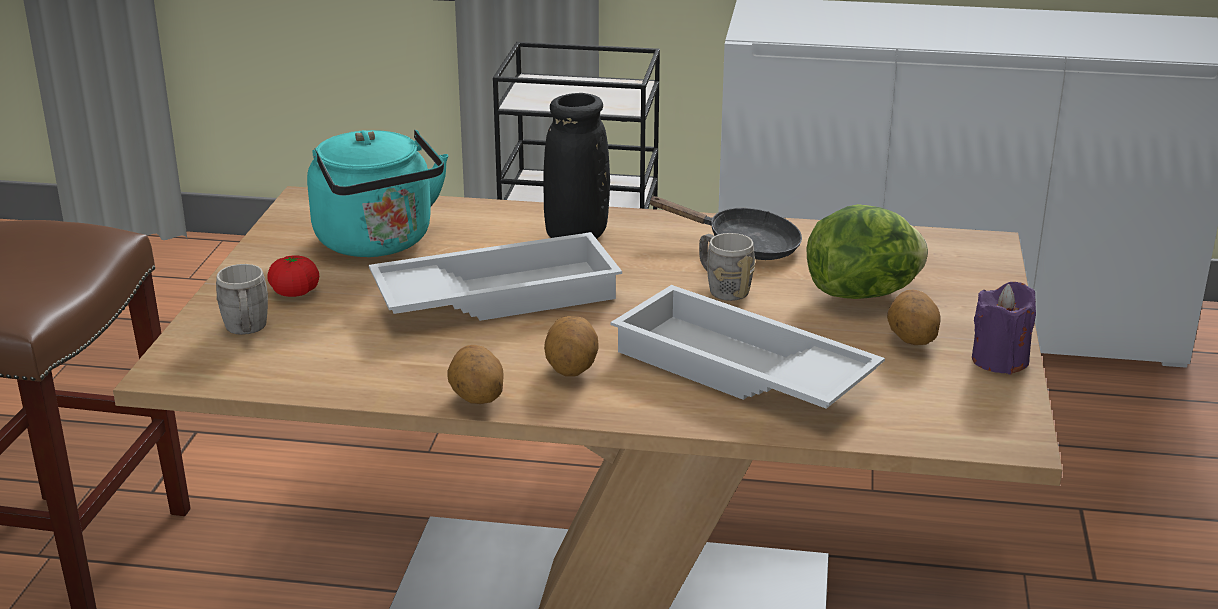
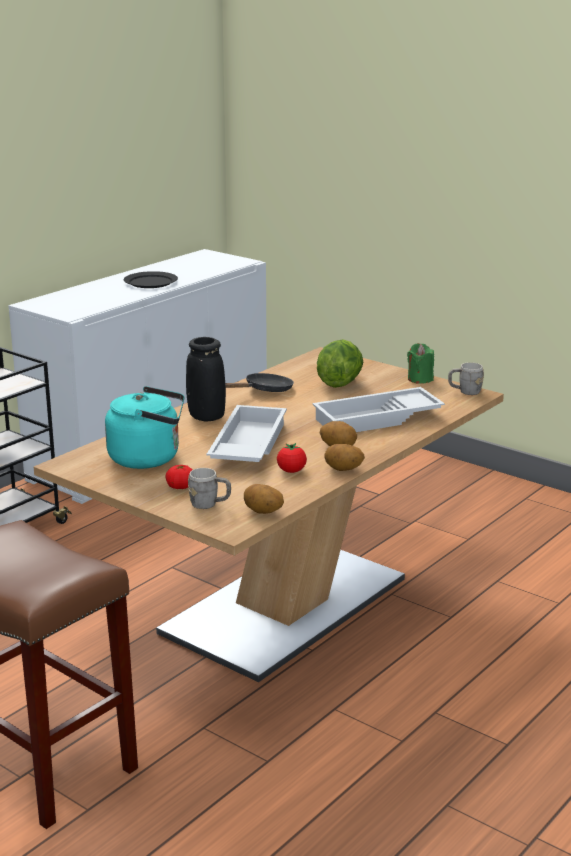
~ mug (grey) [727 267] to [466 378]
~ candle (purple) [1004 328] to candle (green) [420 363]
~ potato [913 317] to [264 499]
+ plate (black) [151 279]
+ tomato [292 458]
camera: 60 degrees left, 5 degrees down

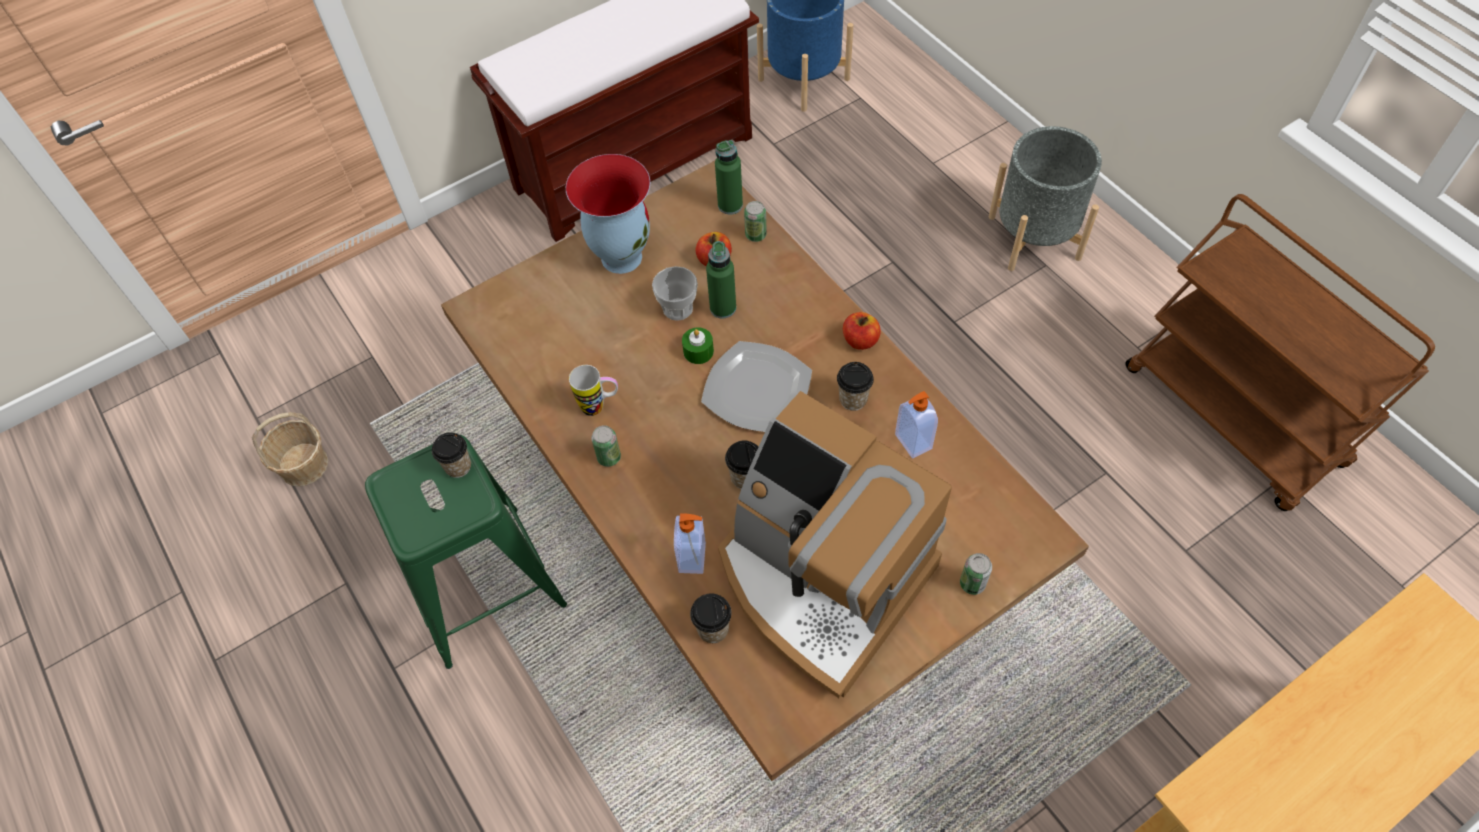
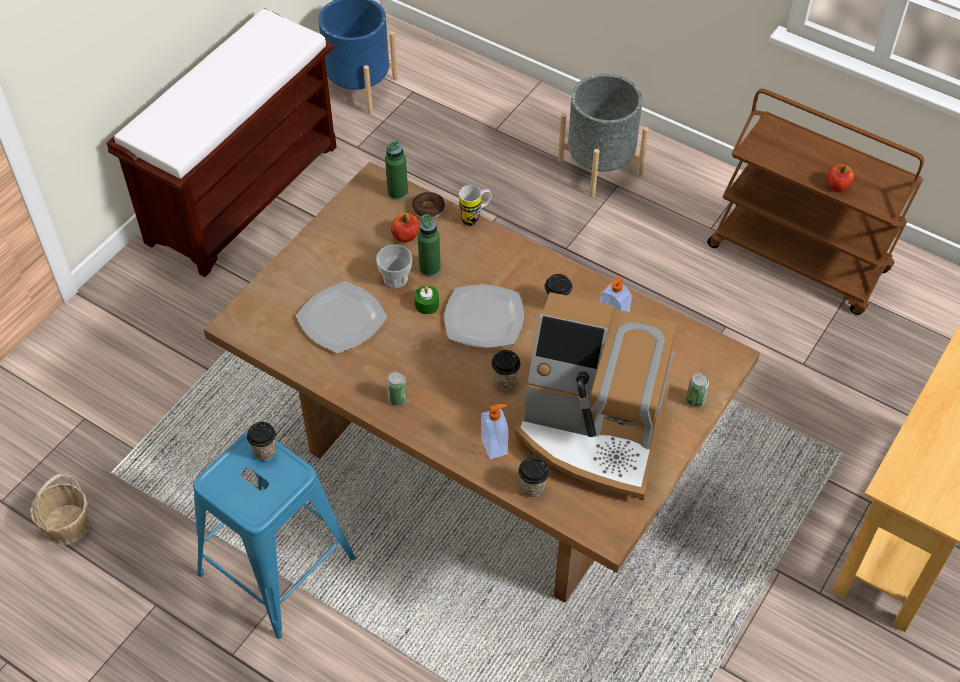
- vase [608 214]
~ can [755 221] to donut [428 205]
~ apple [861 331] to [840 178]
~ mug [593 390] to [475 205]
~ stool (green) [466 552] to stool (blue) [274 535]
+ plate [341 317]
camera: 25 degrees left, 5 degrees down

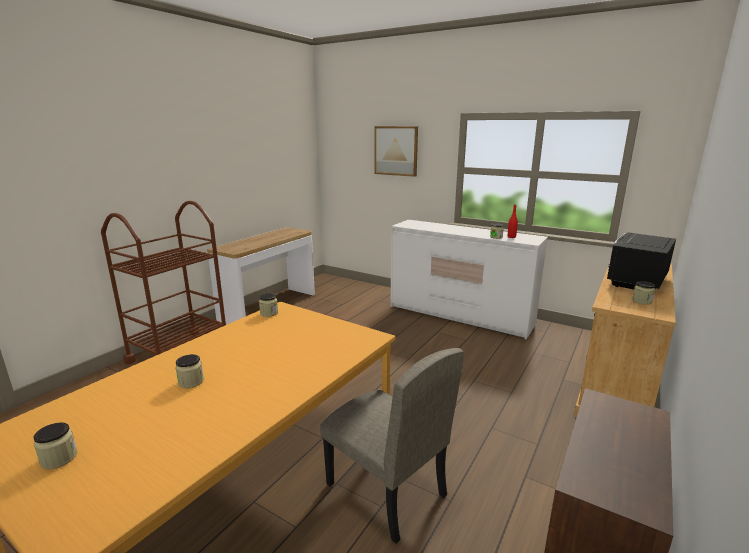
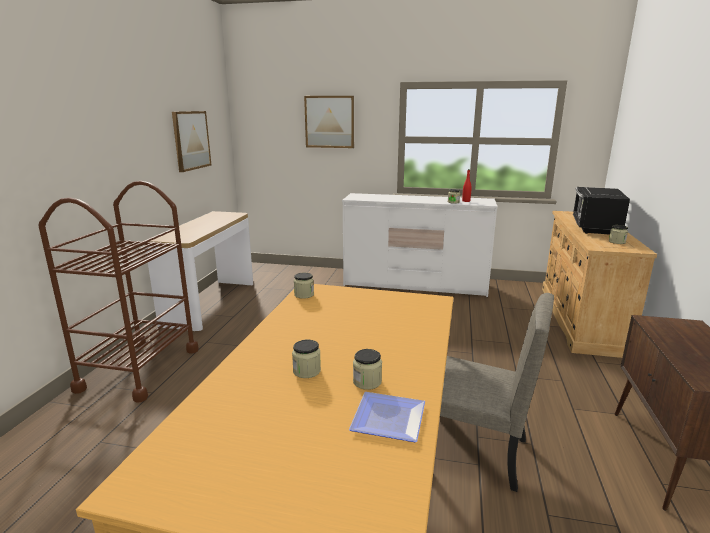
~ jar [55 445] to [367 369]
+ picture [191 141]
+ plate [387 417]
camera: 20 degrees left, 0 degrees up

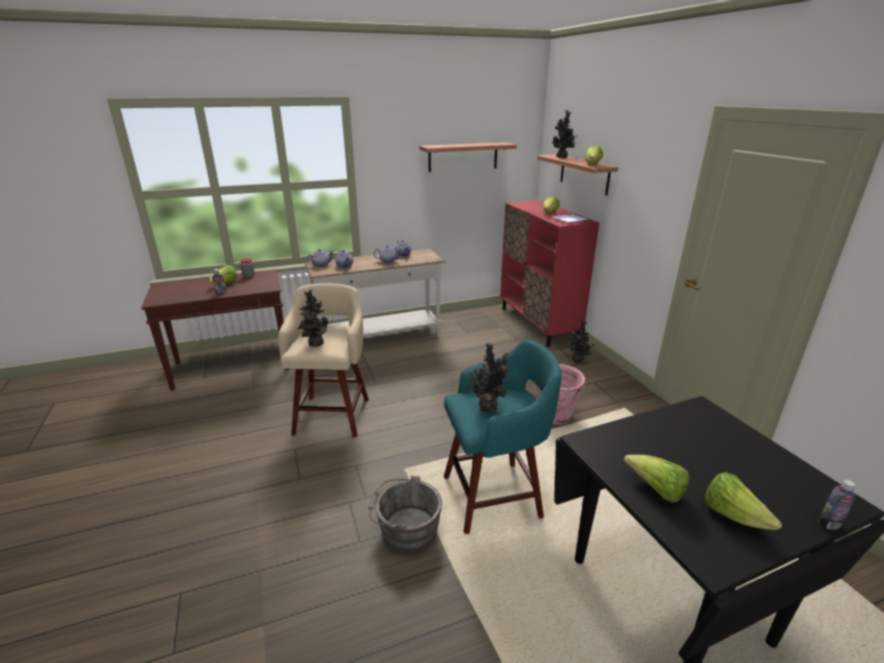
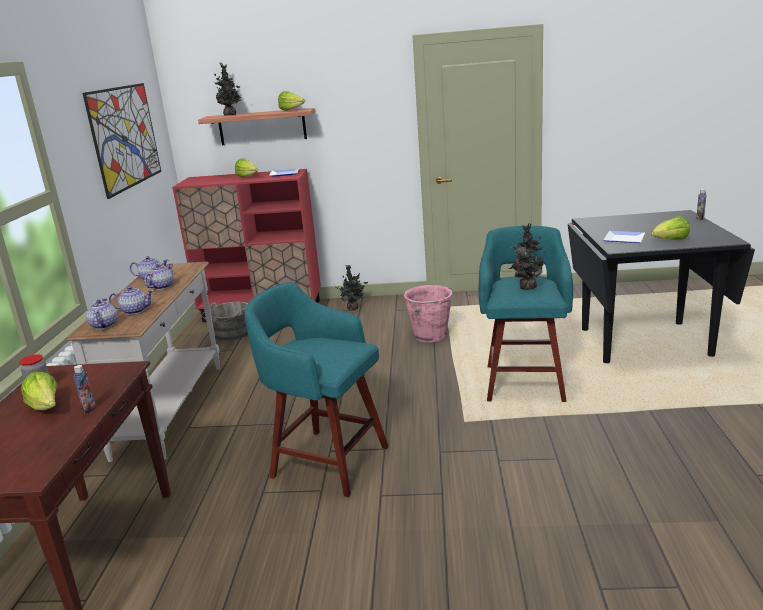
~ shelf [468 157] to picture [121 141]
~ stool (beige) [323 360] to stool (turquoise) [317 389]
- potted plant [312 318]
- lettuce [743 501]
~ bucket (grey) [405 514] to [224 321]
+ plate [624 237]
camera: 65 degrees left, 5 degrees down

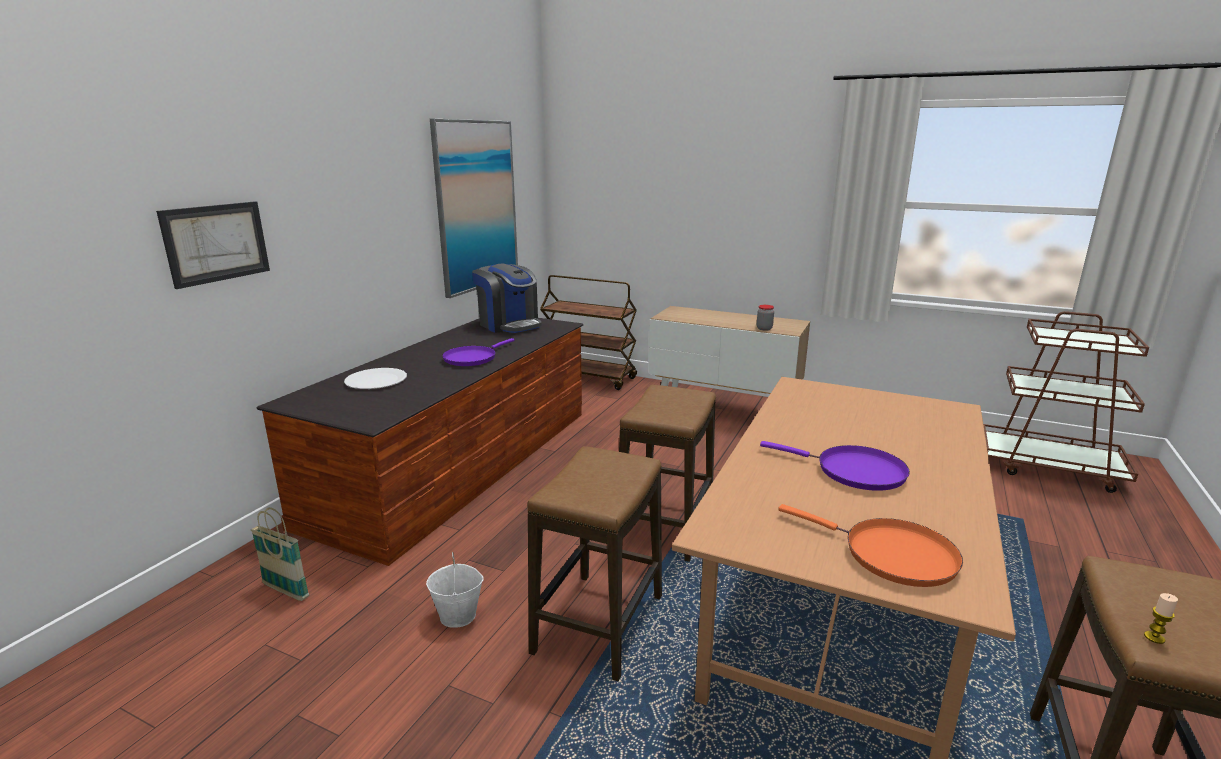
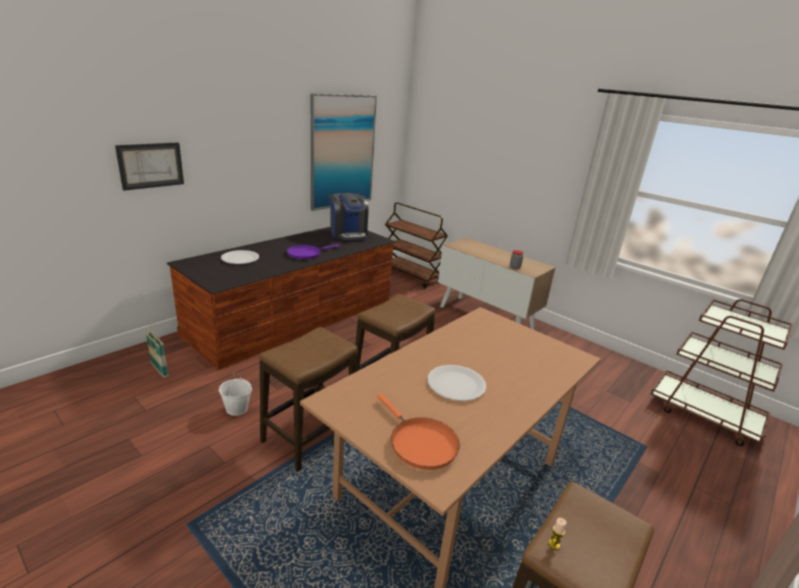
~ frying pan (purple) [835 466] to plate (white) [457 383]
camera: 15 degrees right, 5 degrees up

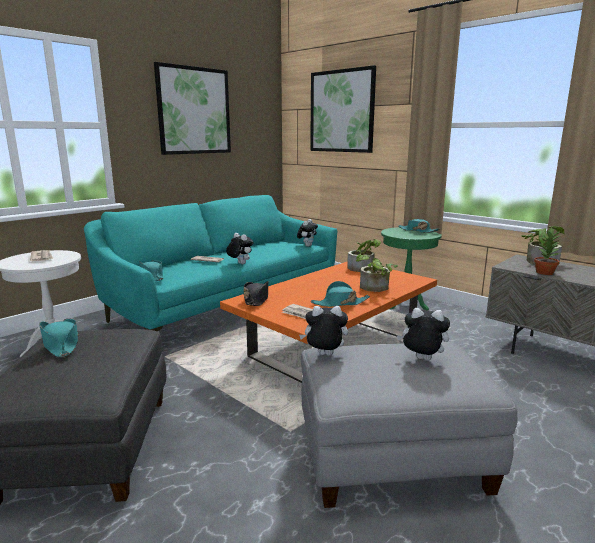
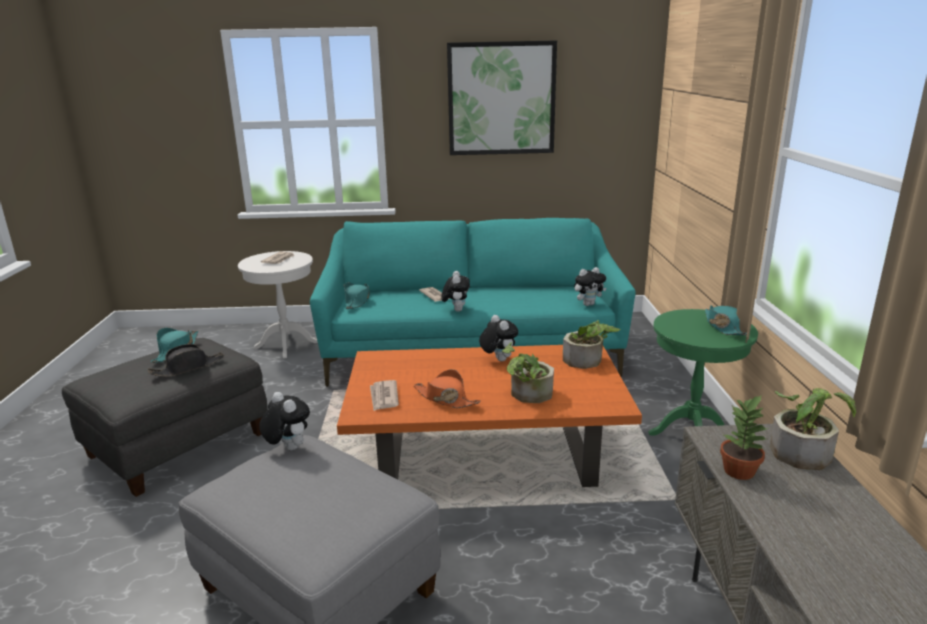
- picture [343 109]
~ hat (black) [256 293] to [185 360]
~ hat (turquoise) [340 294] to hat (orange) [447 388]
~ plush toy [423 334] to [498 338]
camera: 45 degrees right, 5 degrees up

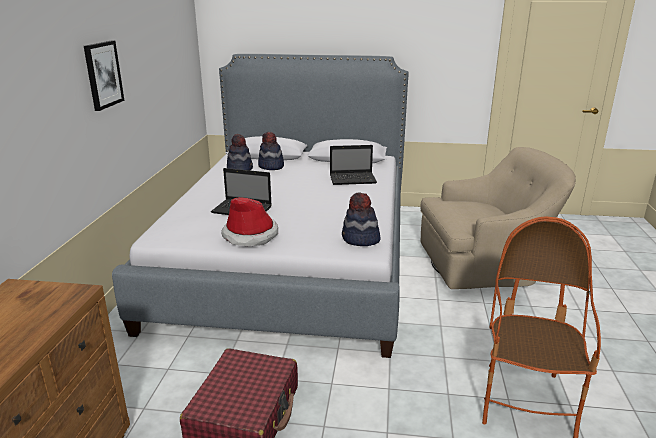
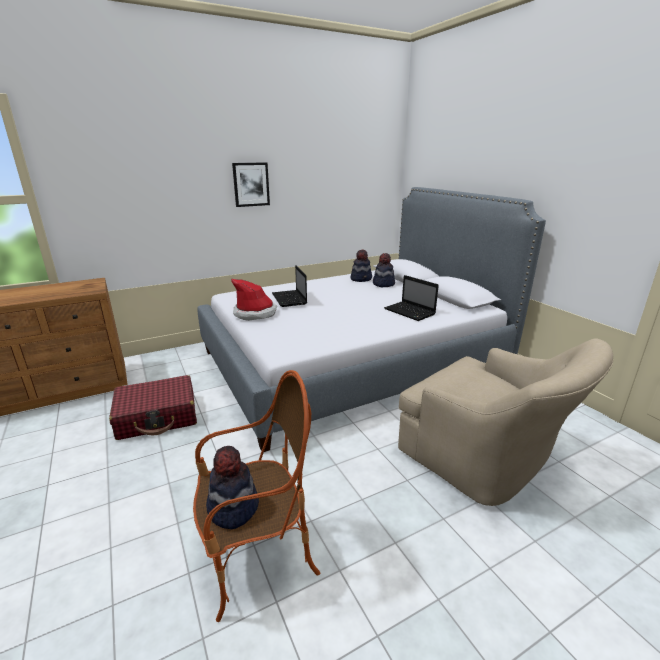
~ hat [361 219] to [232 487]
camera: 55 degrees right, 0 degrees up

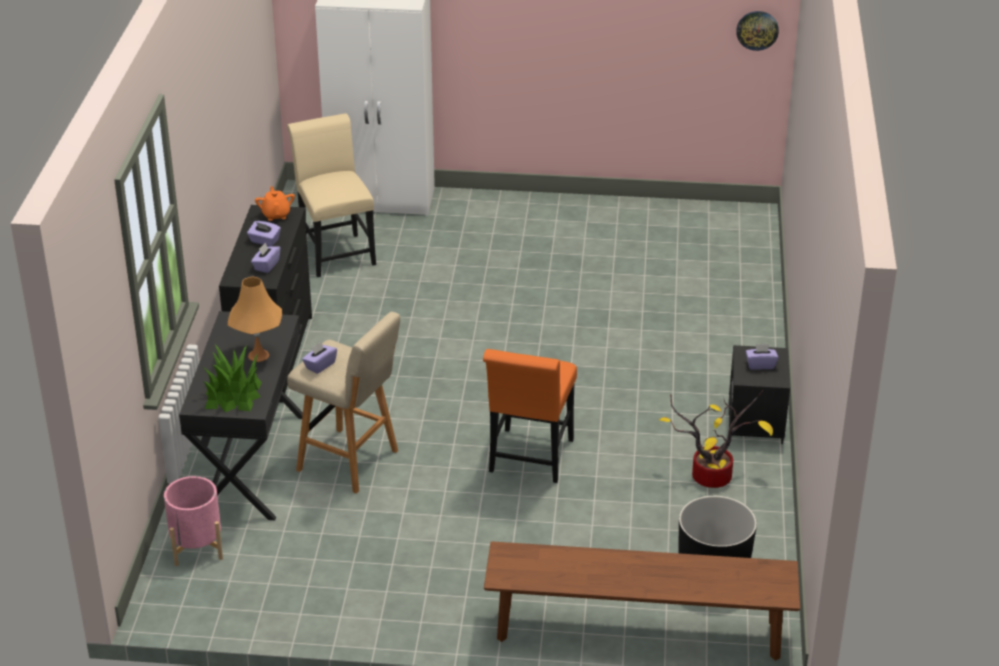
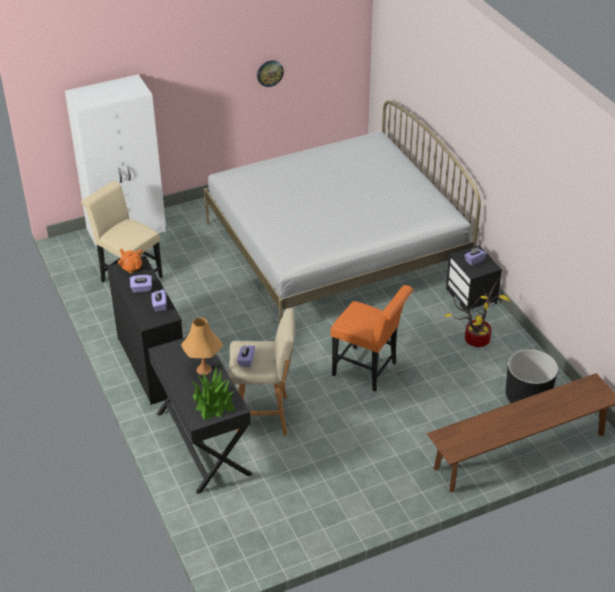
~ wall clock [757 31] to [270 73]
~ chair (orange) [530 416] = [371 338] 45 degrees counterclockwise
- planter (pink) [193 521]
+ bed (white) [342 212]
camera: 30 degrees left, 5 degrees up

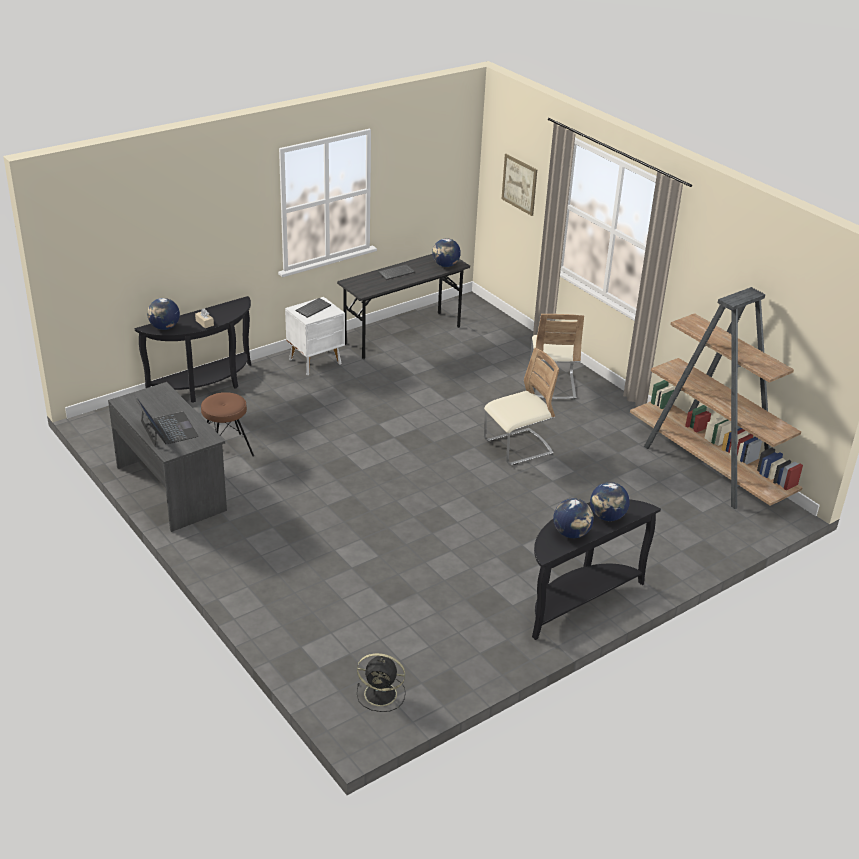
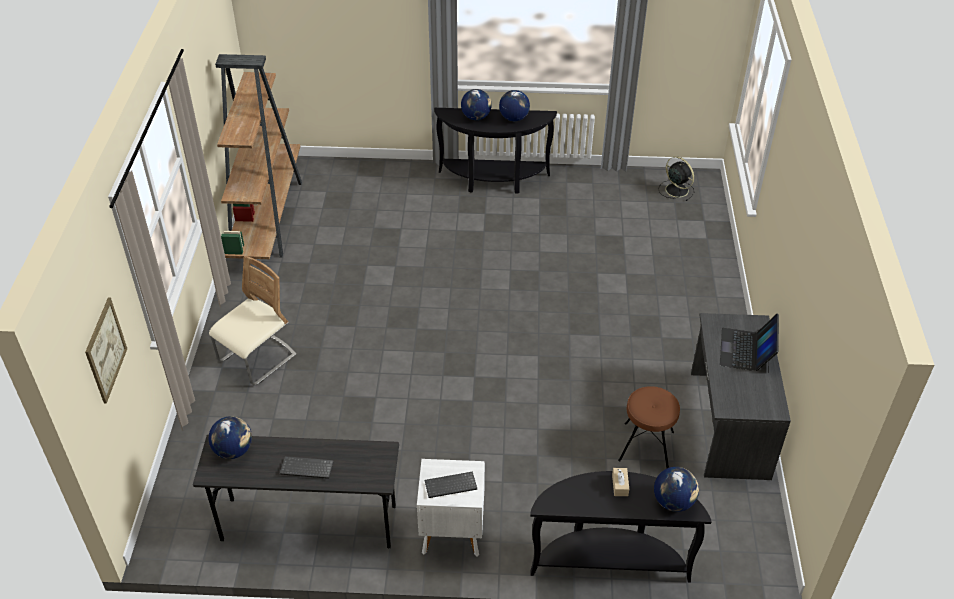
- chair (beige) [521 406]
camera: 140 degrees left, 10 degrees up

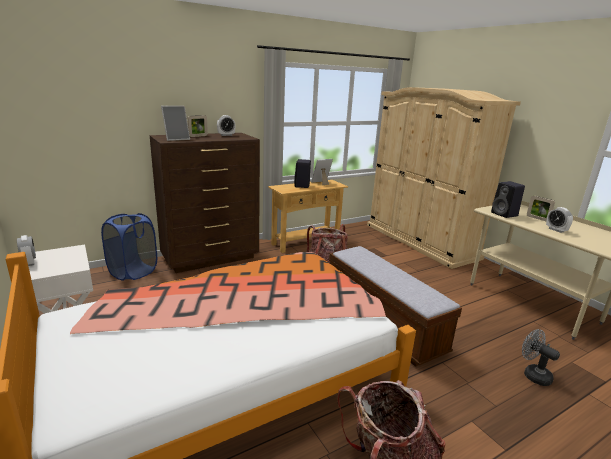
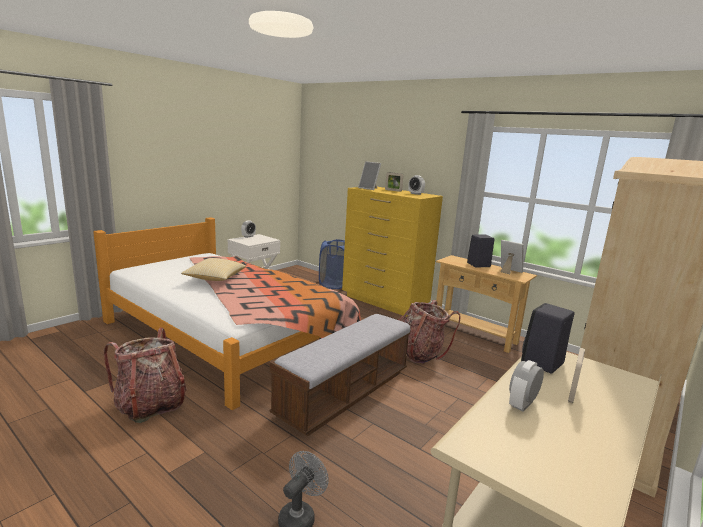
~ dresser (brown) [205 203] to dresser (yellow) [392 252]
+ pillow [213 269]
camera: 70 degrees right, 5 degrees down

